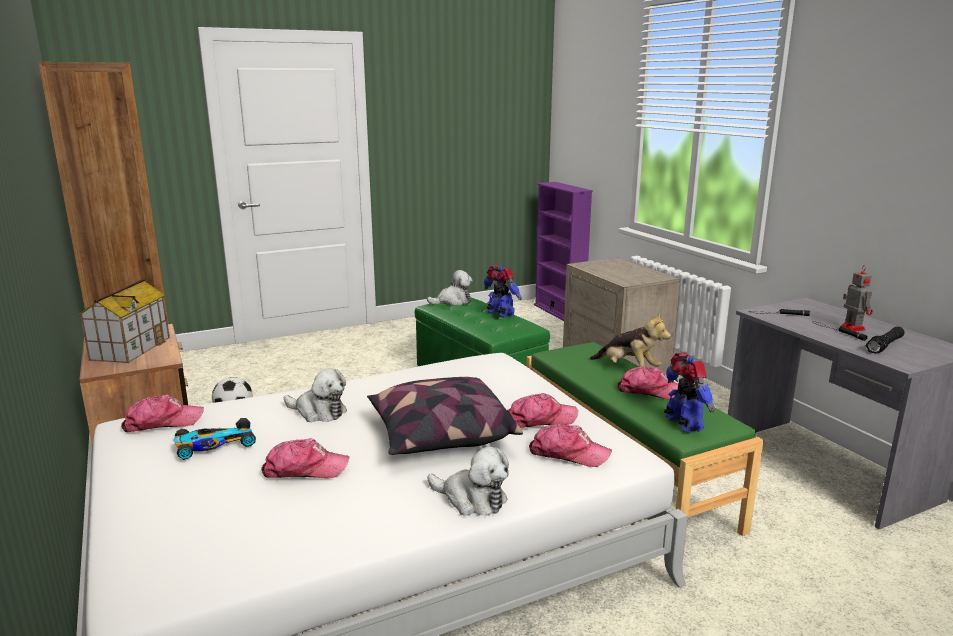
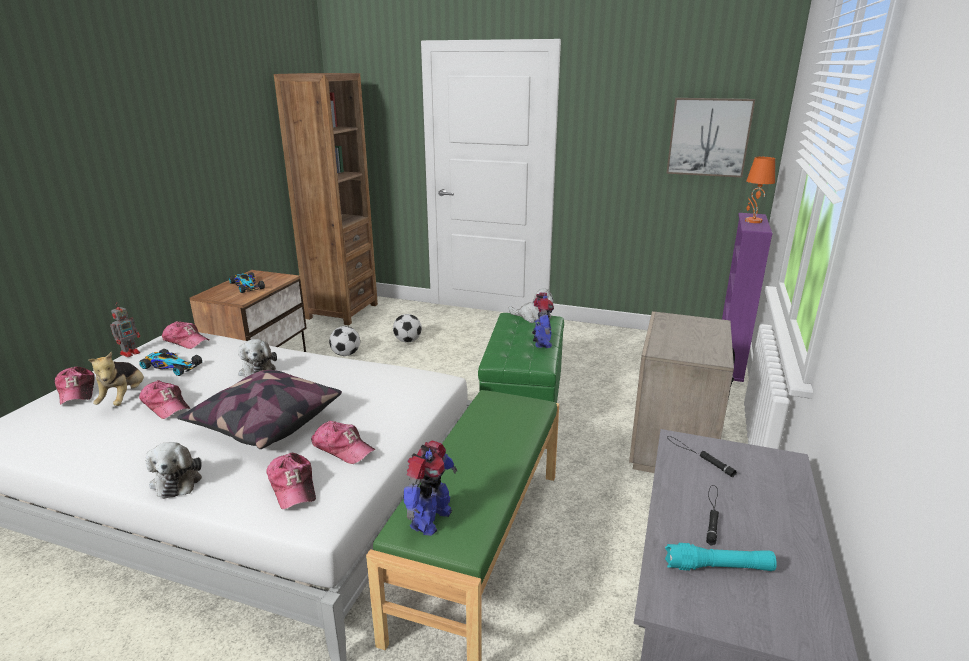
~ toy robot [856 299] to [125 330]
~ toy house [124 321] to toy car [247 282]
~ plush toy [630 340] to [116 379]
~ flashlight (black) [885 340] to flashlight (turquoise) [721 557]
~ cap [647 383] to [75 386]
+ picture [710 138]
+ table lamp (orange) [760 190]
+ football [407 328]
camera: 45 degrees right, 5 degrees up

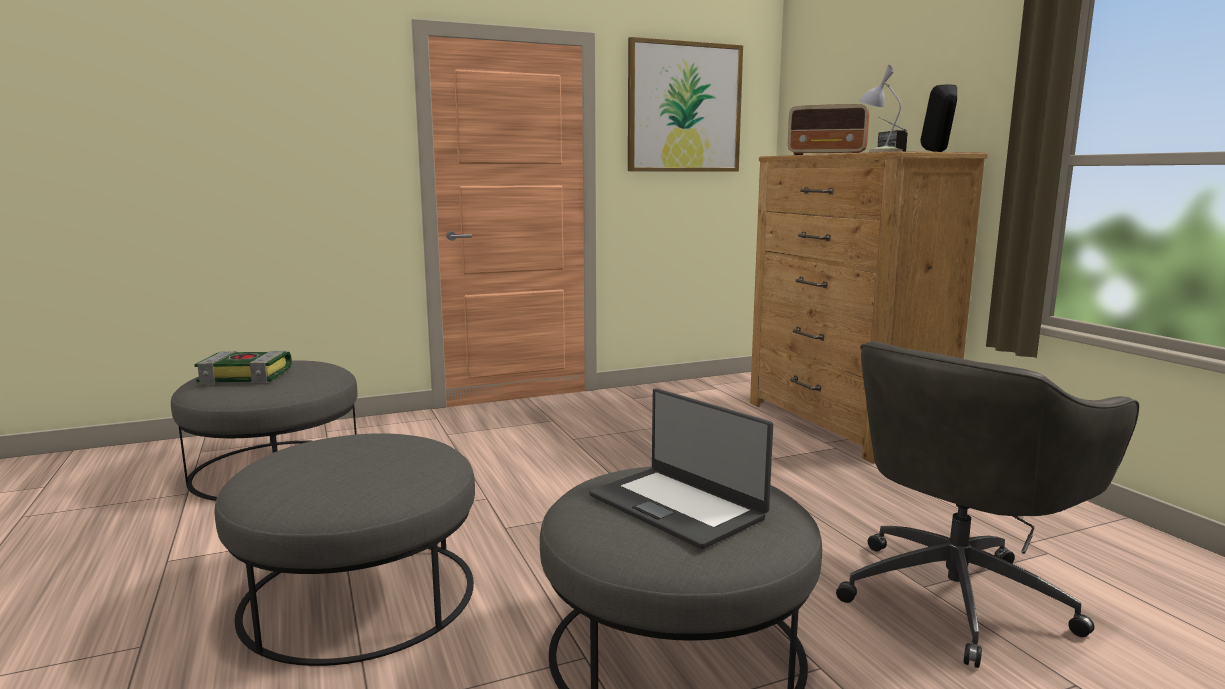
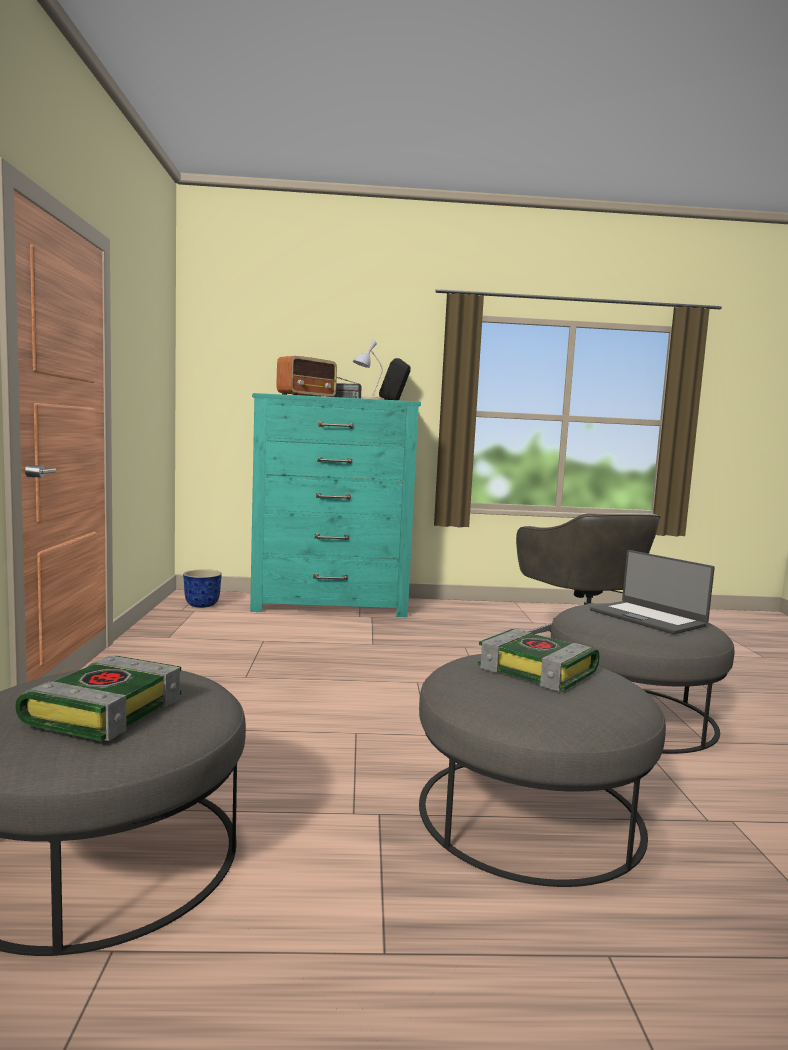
- picture [685 104]
~ dresser (brown) [869 307] to dresser (turquoise) [335 505]
~ laptop [681 468] = [652 592] 75 degrees clockwise
+ planter [202 588]
+ book [539 660]
camera: 70 degrees left, 5 degrees down

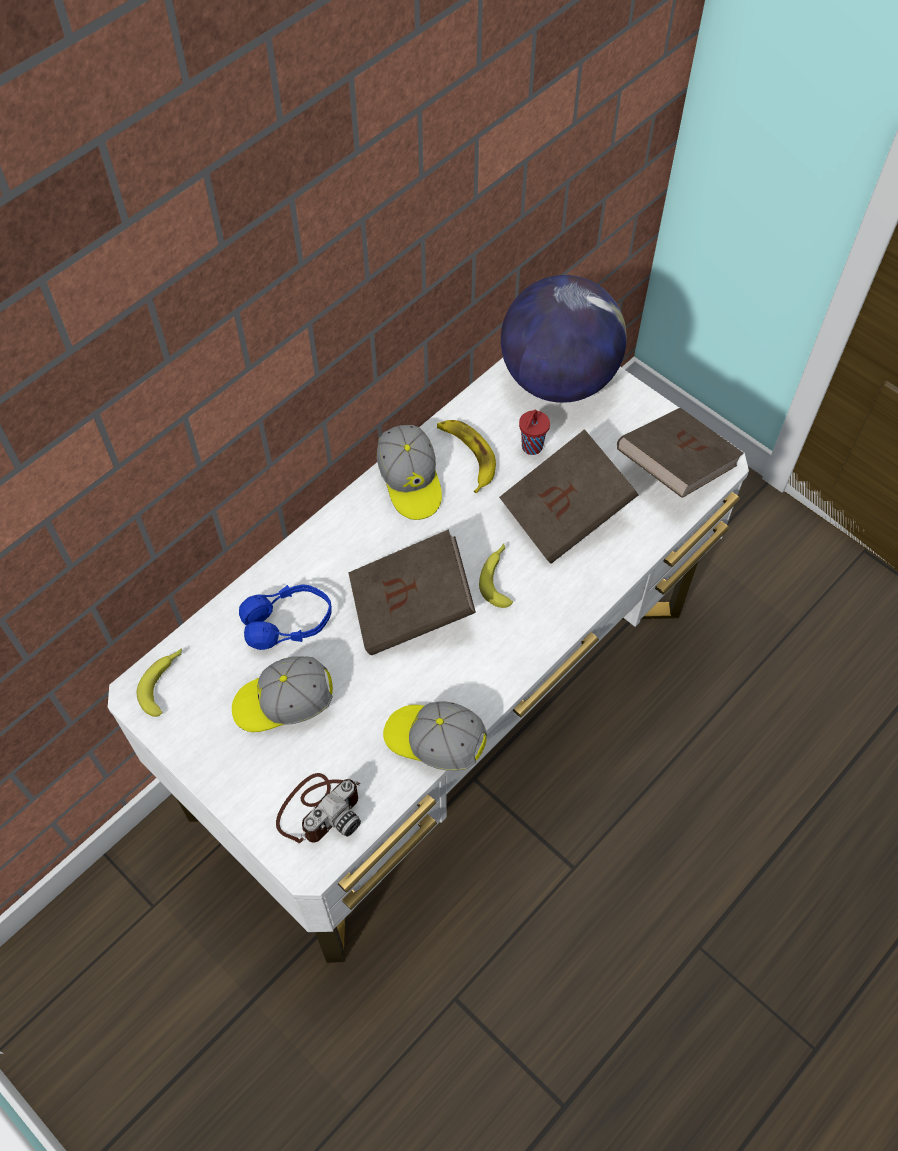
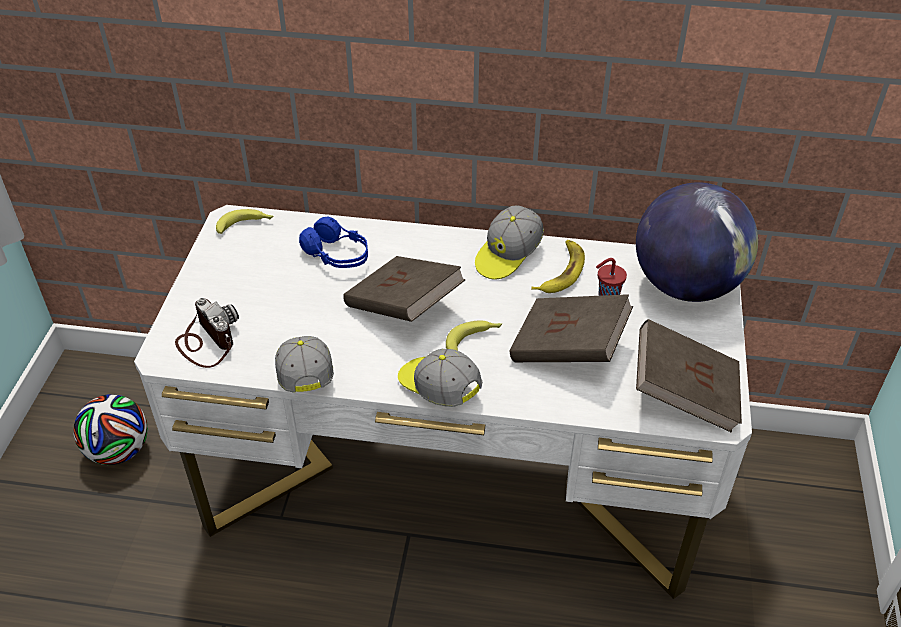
~ cap [282 694] to [440 378]
~ photo camera [318 808] = [207 333] 135 degrees counterclockwise
+ football [111 429]
camera: 55 degrees right, 15 degrees down

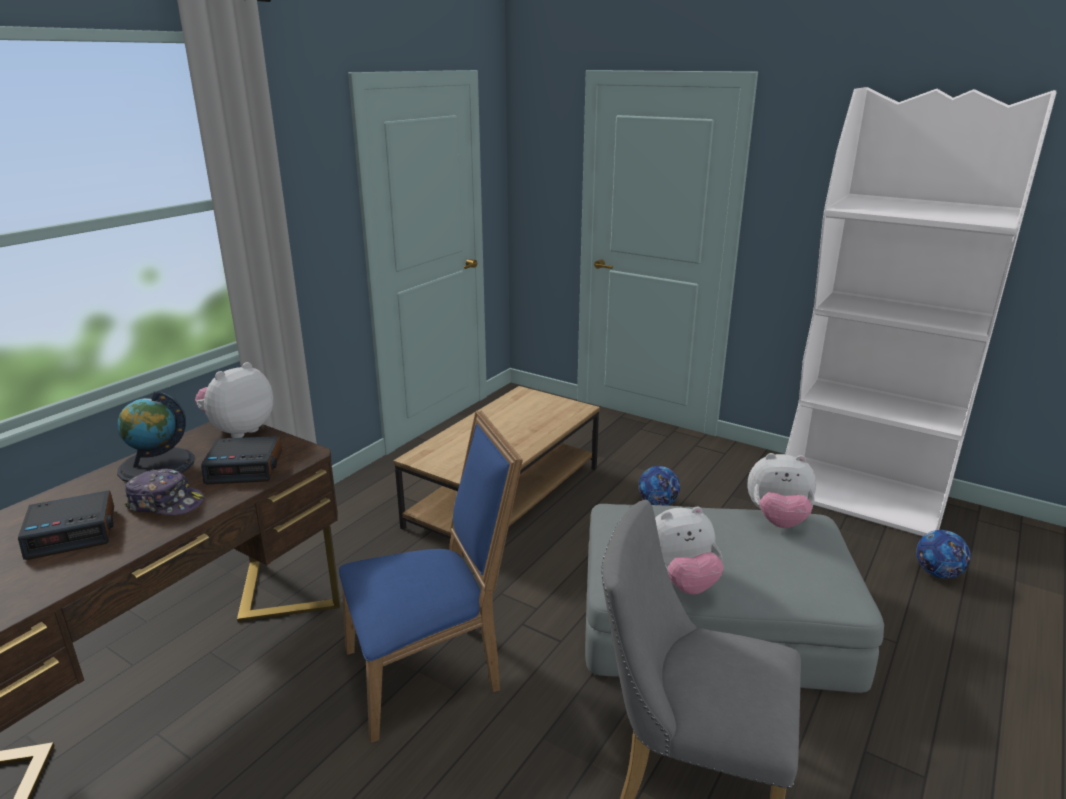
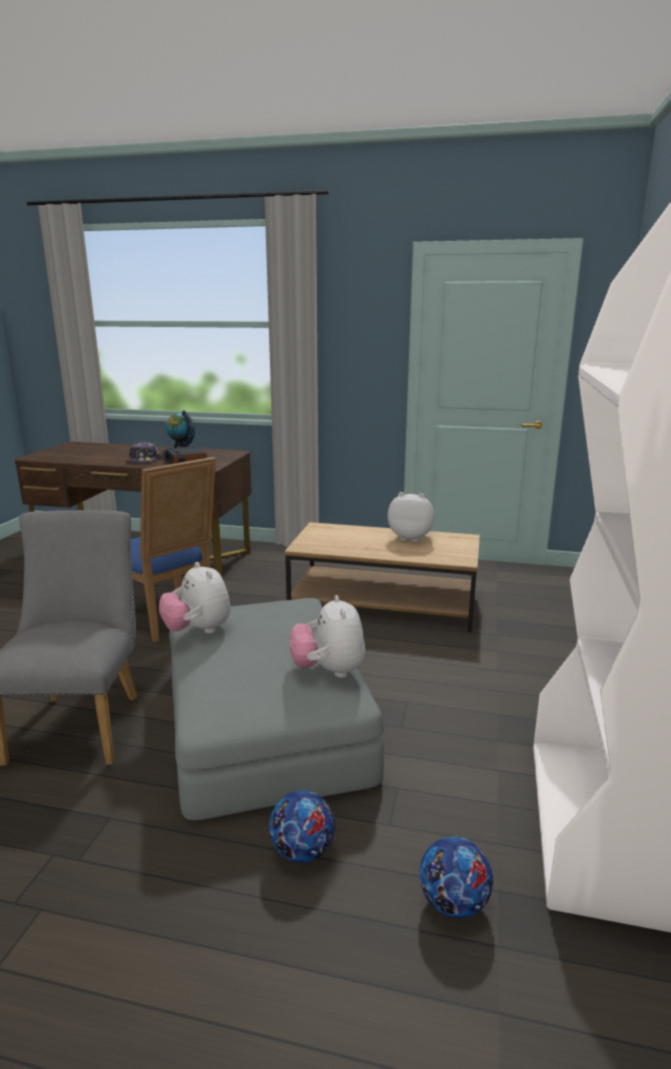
~ plush toy [234 400] to [411 517]
~ football [659 486] to [302 827]
- alarm clock [66 525]
camera: 70 degrees right, 5 degrees down

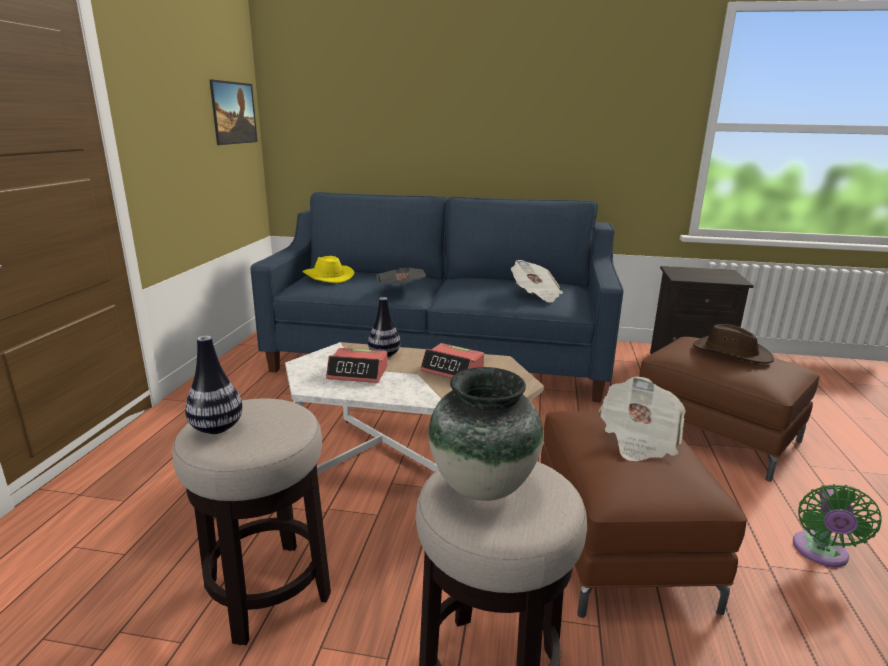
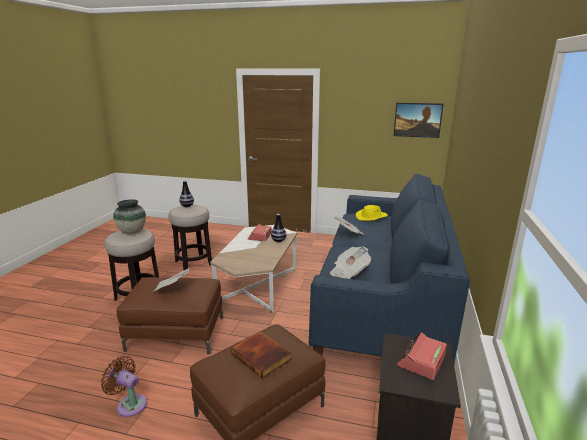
~ hat (brown) [733 344] to book [261 354]
~ alarm clock [452 360] to [422 356]
~ fan (green) [837 525] to fan (brown) [124 386]
camera: 95 degrees right, 0 degrees up

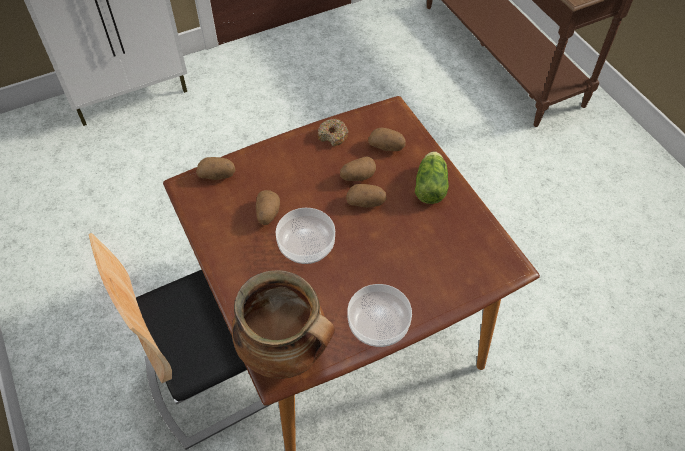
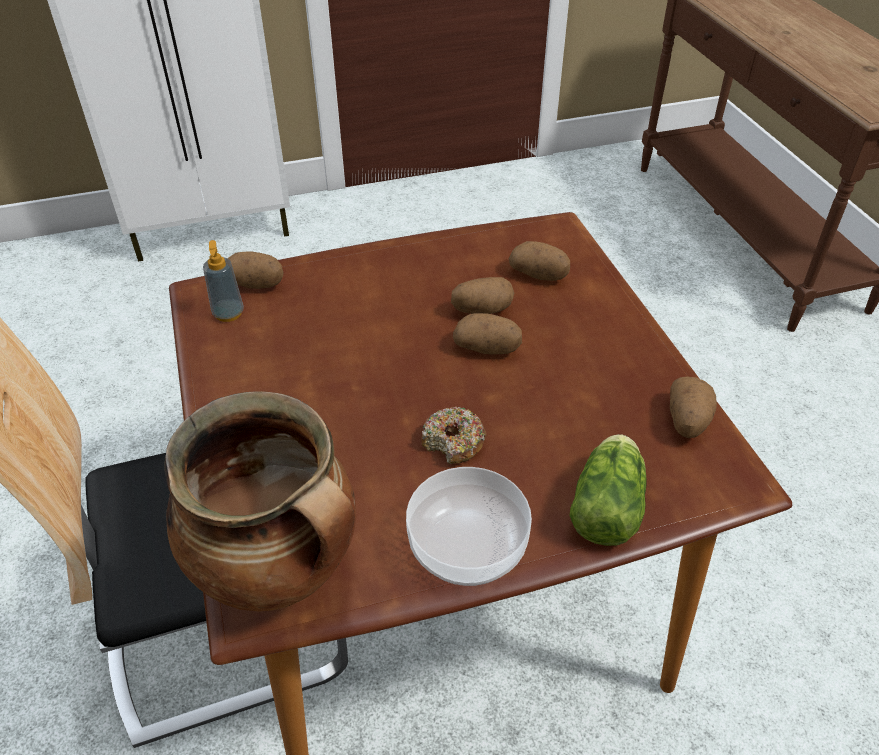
~ donut [333 132] to [454 435]
~ lettuce [432 177] to [608 490]
~ potato [268 207] to [693 407]
- bowl [305 236]
+ soap dispenser [223 281]
camera: 10 degrees right, 10 degrees down

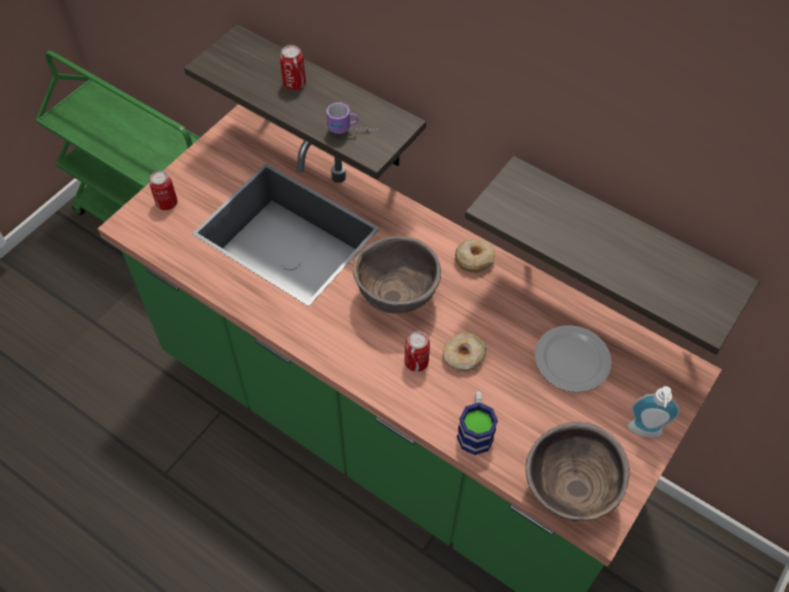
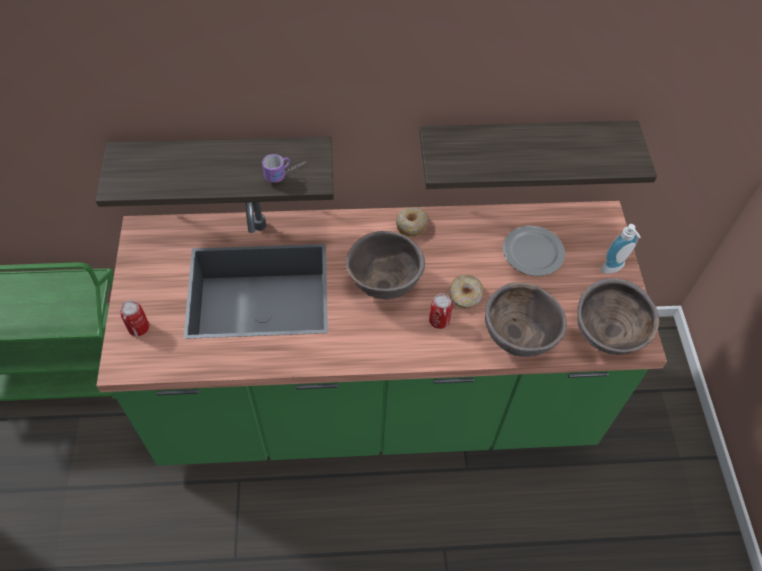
- can [293 67]
~ mug [477 423] to bowl (brown) [526 319]
camera: 40 degrees left, 0 degrees up

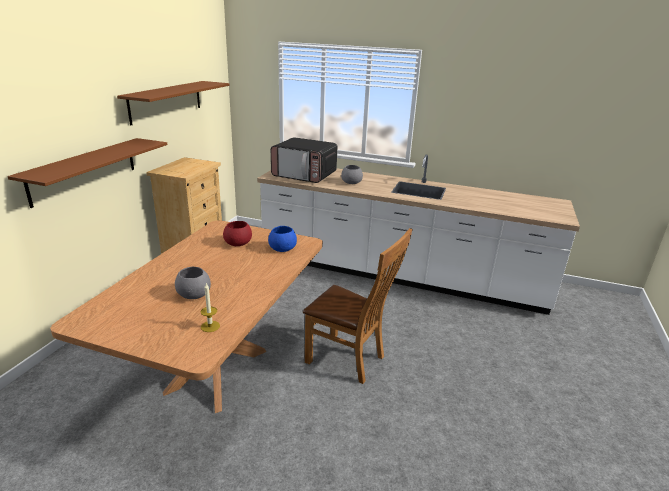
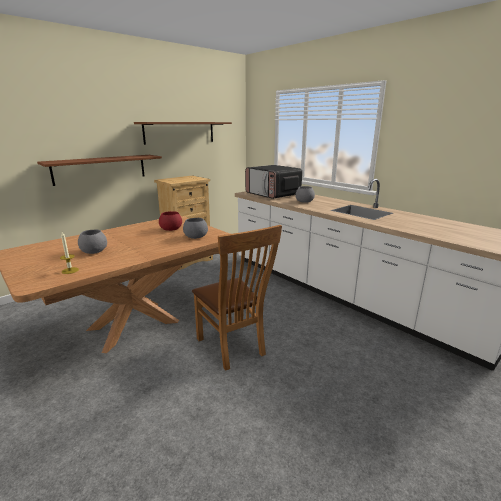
~ bowl (blue) [282 239] to bowl (grey) [195 228]
camera: 30 degrees right, 5 degrees down

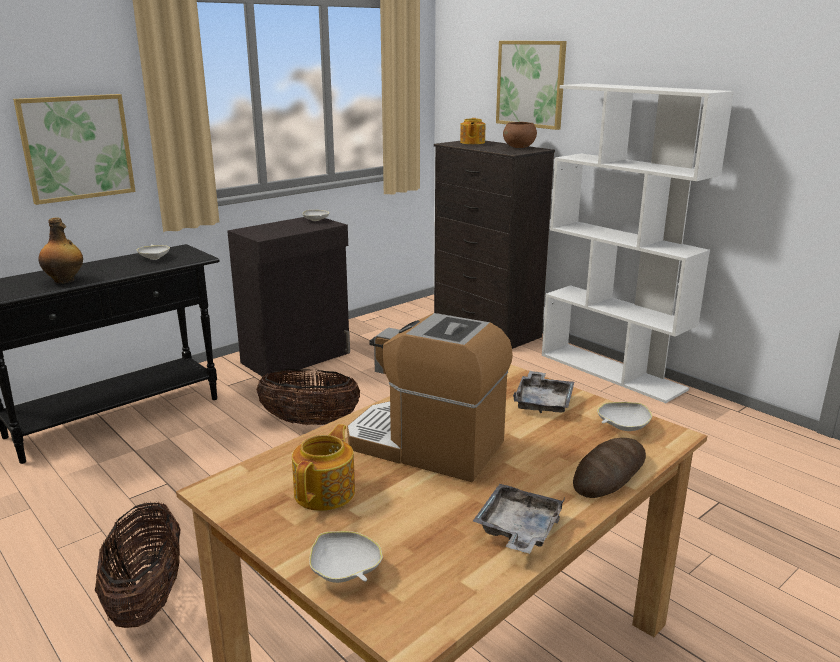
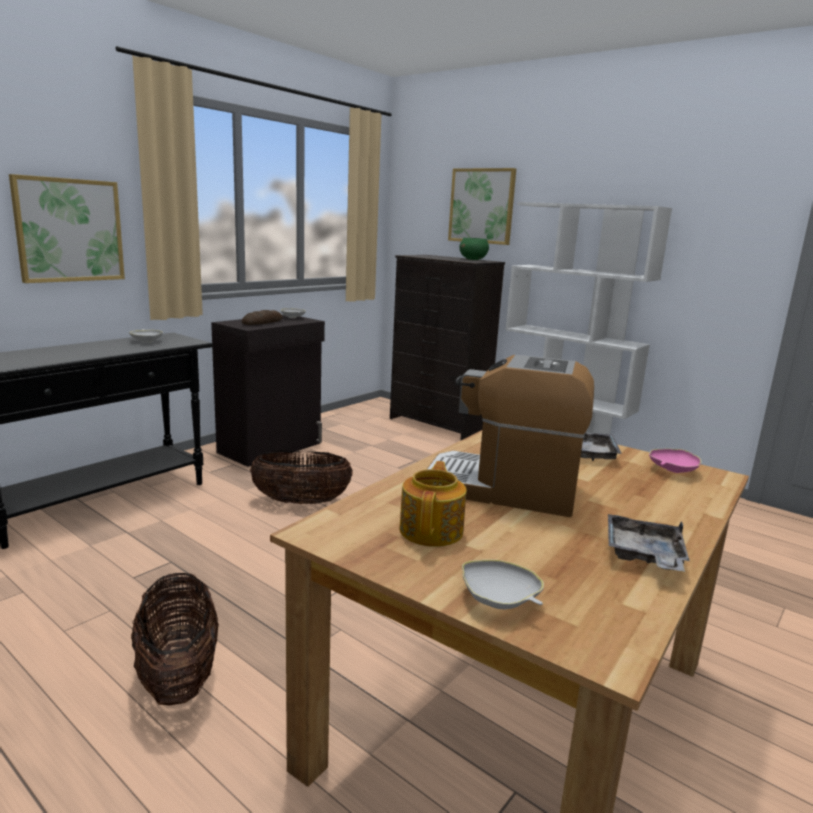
- teapot [472 131]
~ bowl (brown) [520 135] to bowl (green) [474 249]
- bottle [61 251]
~ bowl (white) [624 416] to bowl (pink) [675 460]
~ bread [609 468] to [262 317]
camera: 10 degrees left, 5 degrees down

